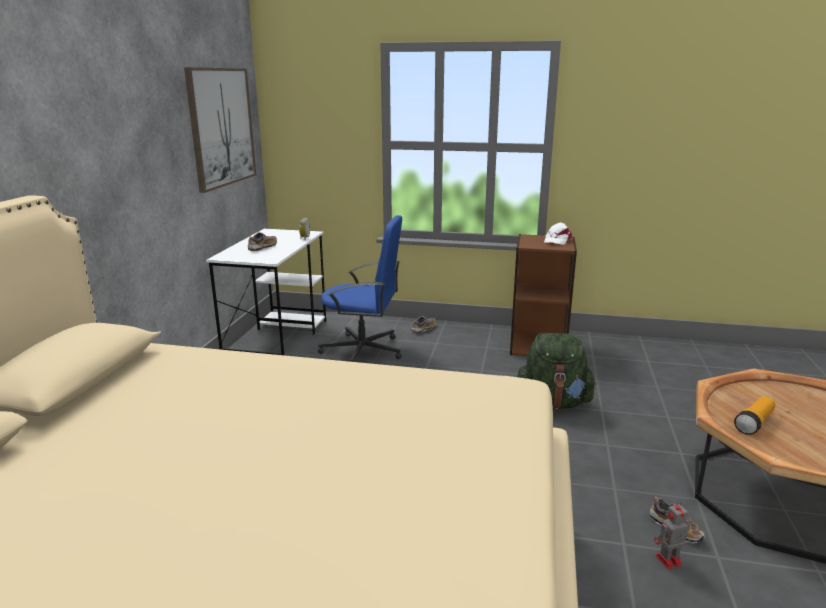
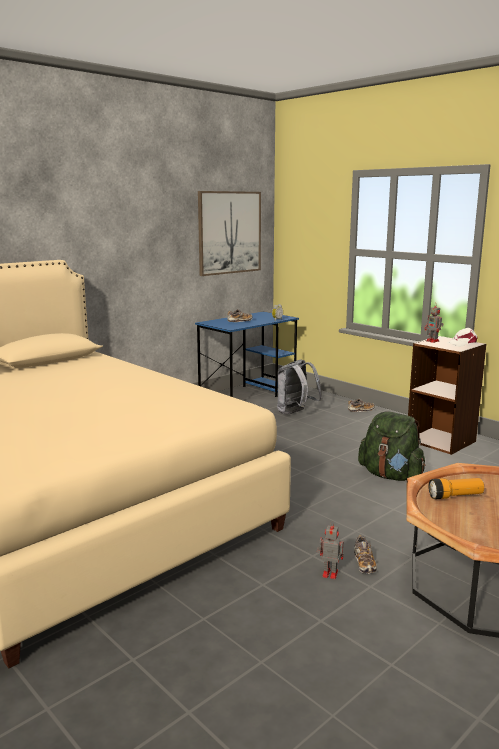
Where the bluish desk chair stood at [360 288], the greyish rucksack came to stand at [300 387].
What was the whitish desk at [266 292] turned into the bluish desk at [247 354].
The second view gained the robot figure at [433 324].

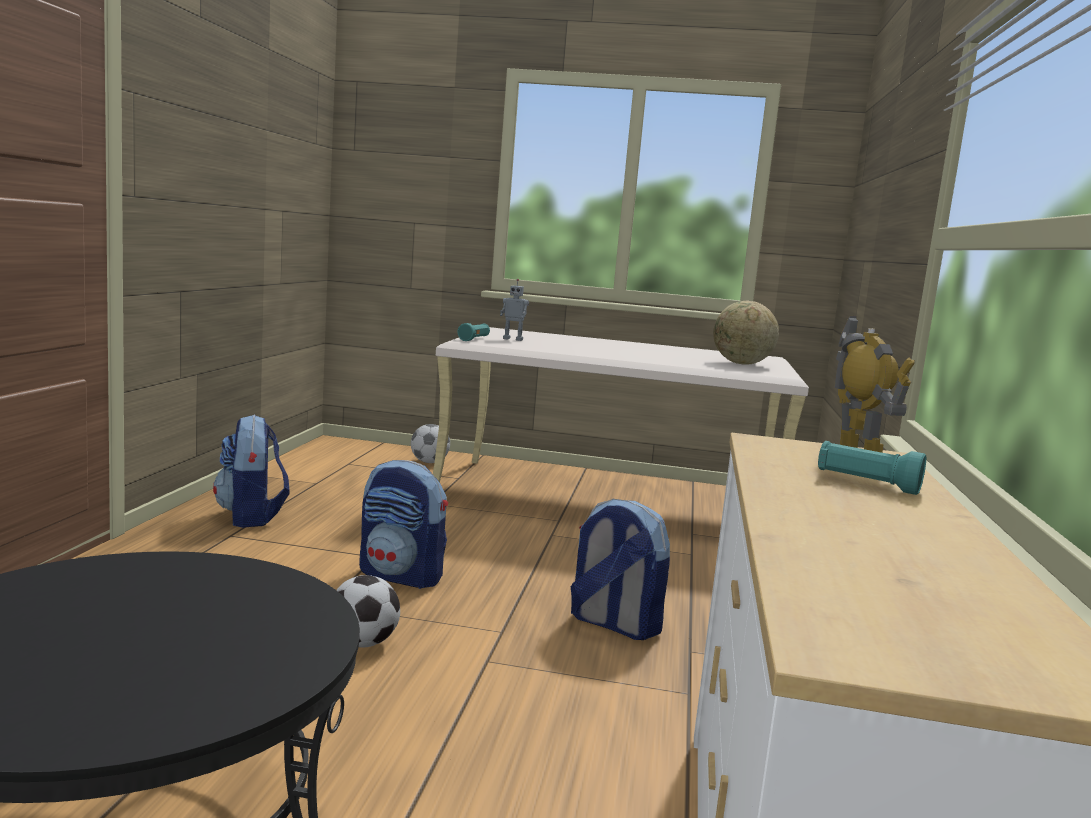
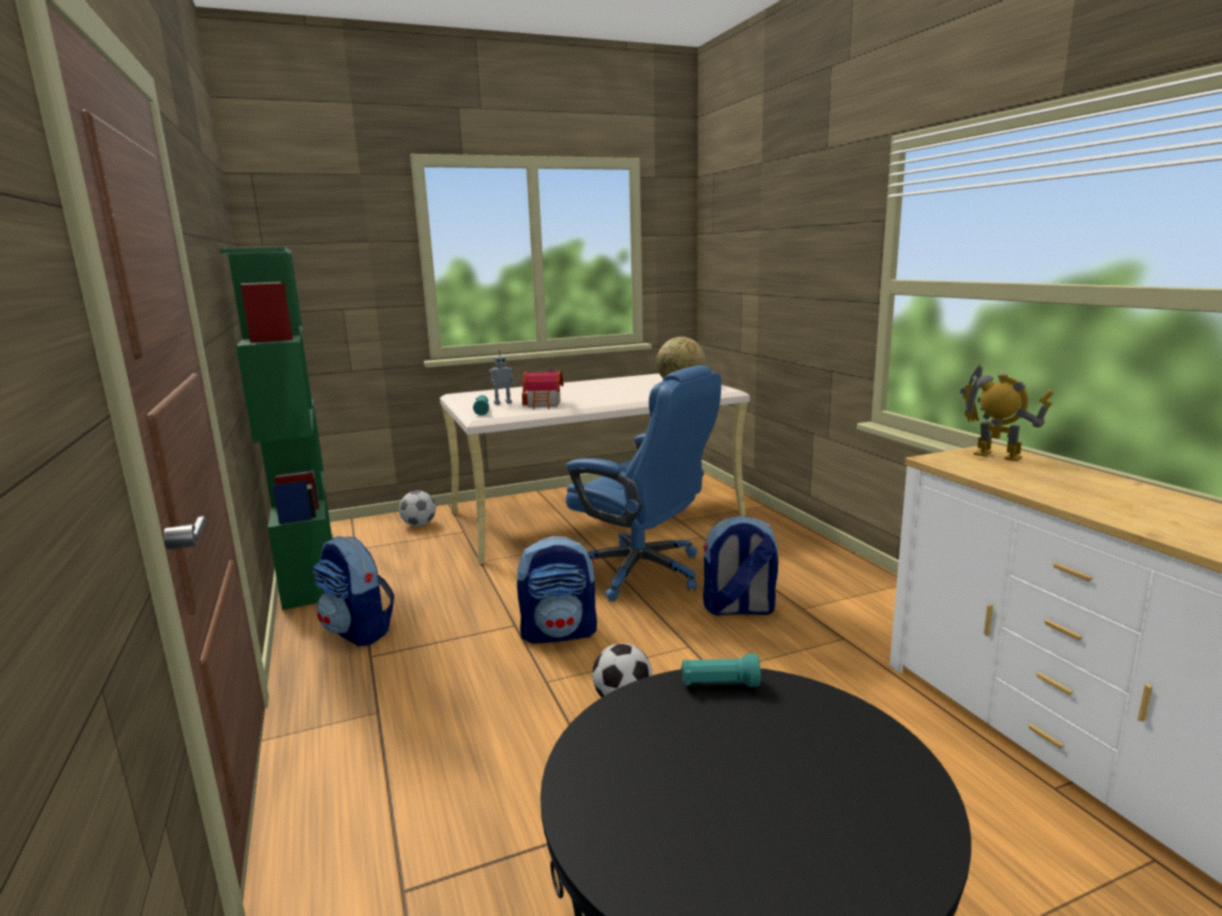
The blue-green torch ended up elsewhere, having gone from [872 468] to [721 670].
The second view gained the green-coloured bookshelf at [276 428].
The second view gained the bluish desk chair at [643 483].
The second view gained the model house at [543 388].

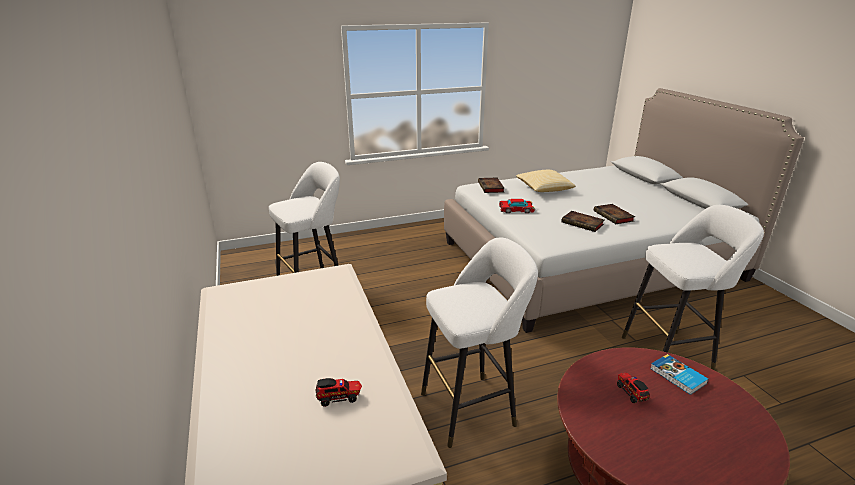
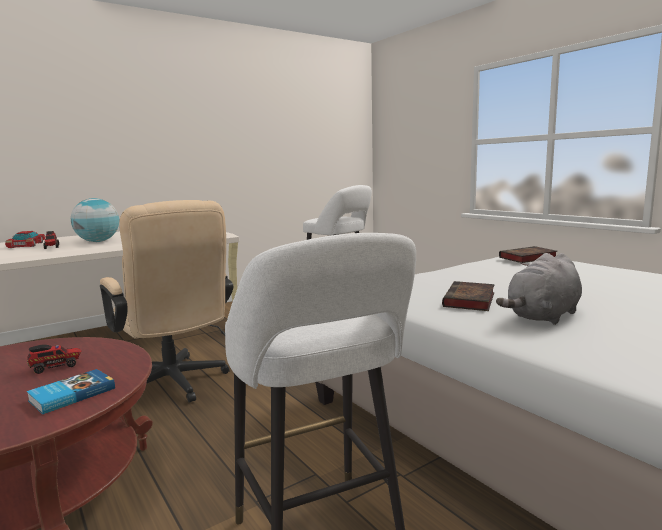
The second view lost the cushion at [545 181].
The model car ended up elsewhere, having gone from [517 206] to [25 239].
Where the bound book stood at [614 214], the greyish cuddly toy came to stand at [539 289].
Where the whitish stool stood at [479 342], the beige desk chair came to stand at [166 301].
The second view gained the globe at [95 220].

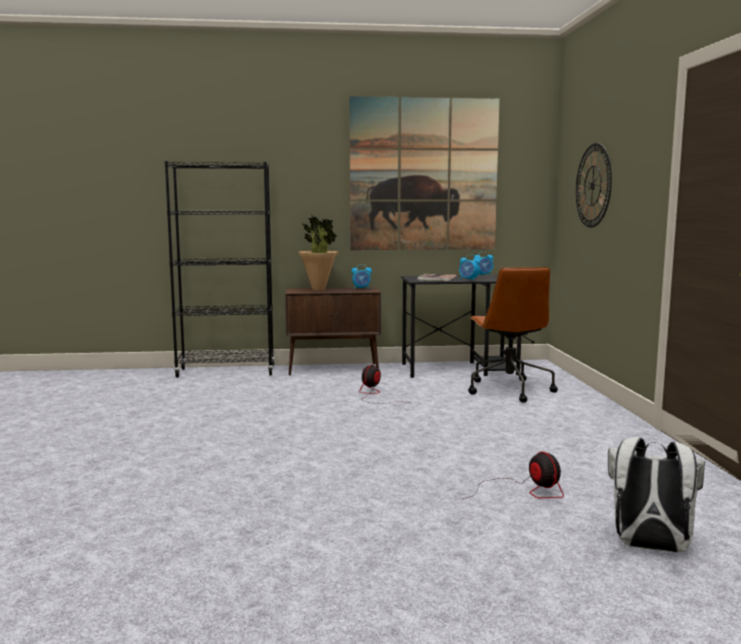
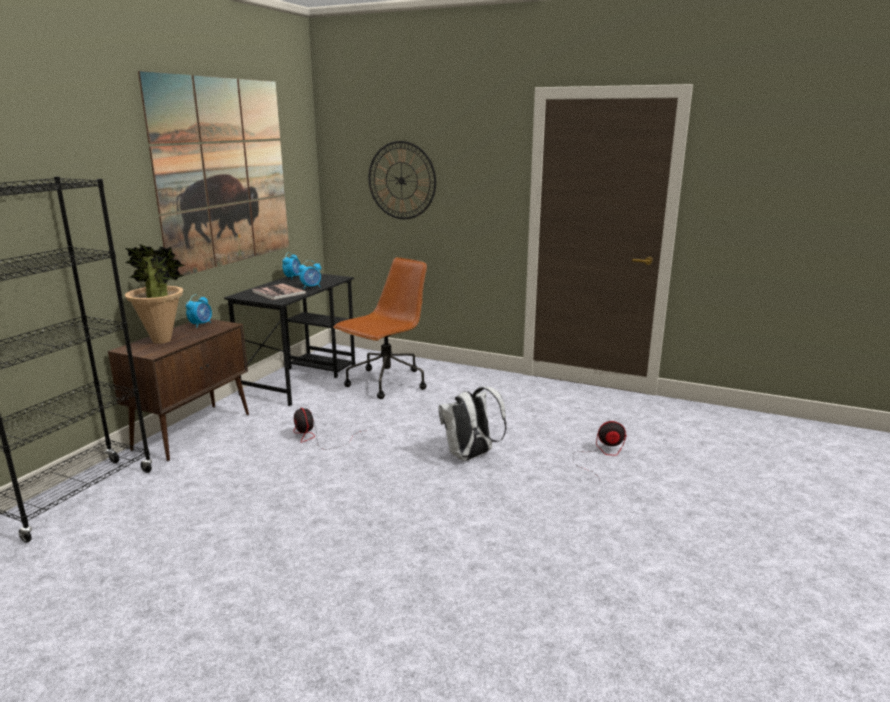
The brown-coloured desk chair at [513 334] ended up facing another way, 75 degrees counterclockwise from before.
The whitish rucksack ended up elsewhere, having gone from [656 495] to [472 424].

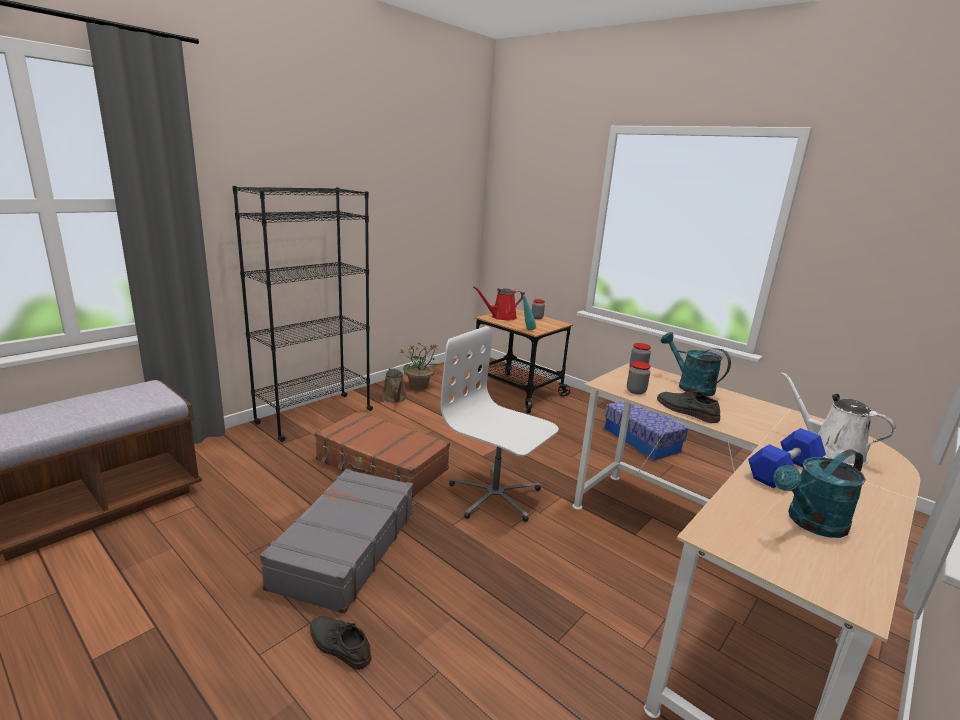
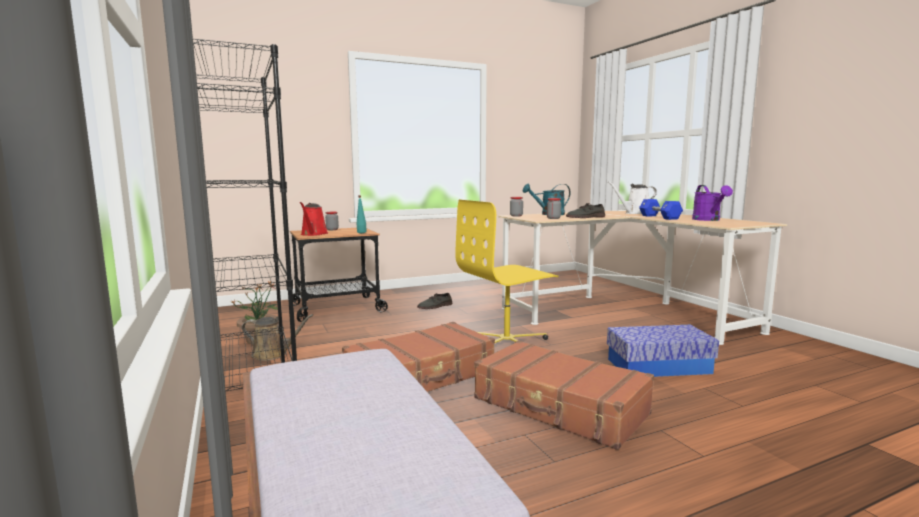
What was the whitish desk chair at [499 424] turned into the yellow-coloured desk chair at [507 271].
The storage box ended up elsewhere, having gone from [646 430] to [663 351].
What was the blue-green watering can at [819 493] turned into the purple watering can at [712 203].
What was the greyish suitcase at [336 541] turned into the brown-coloured suitcase at [564 395].
The greyish low shoe ended up elsewhere, having gone from [340 643] to [434 301].

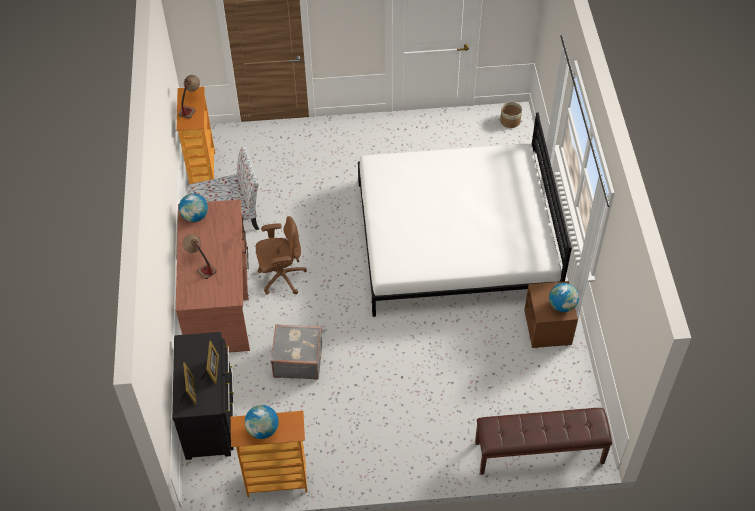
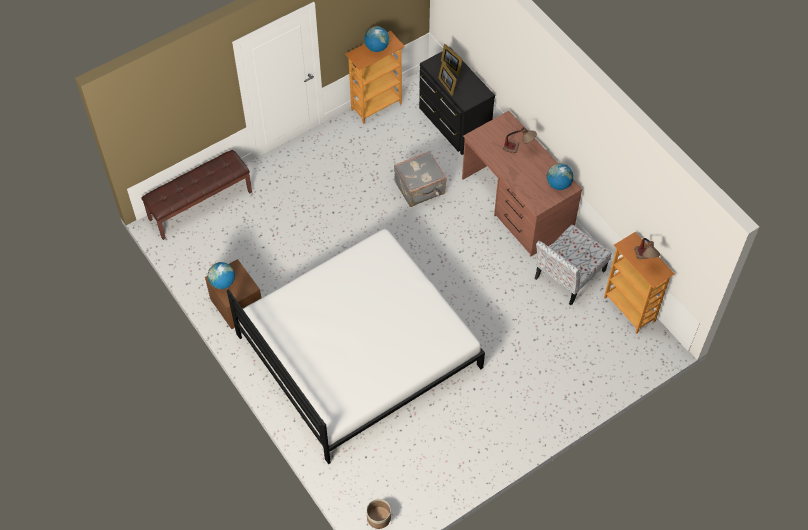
The second view lost the brown-coloured desk chair at [281 255].

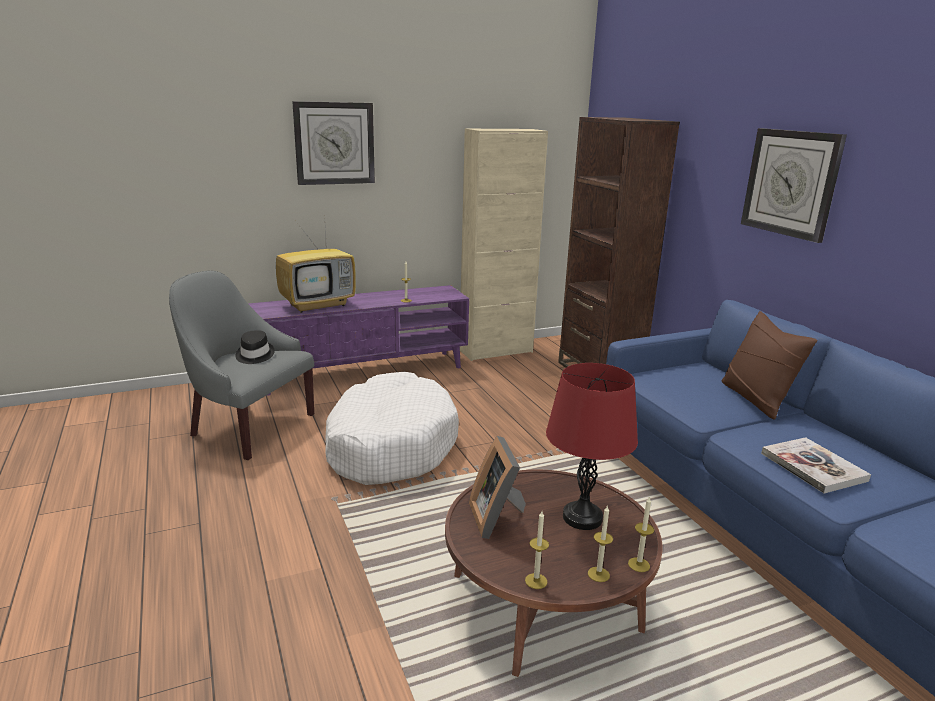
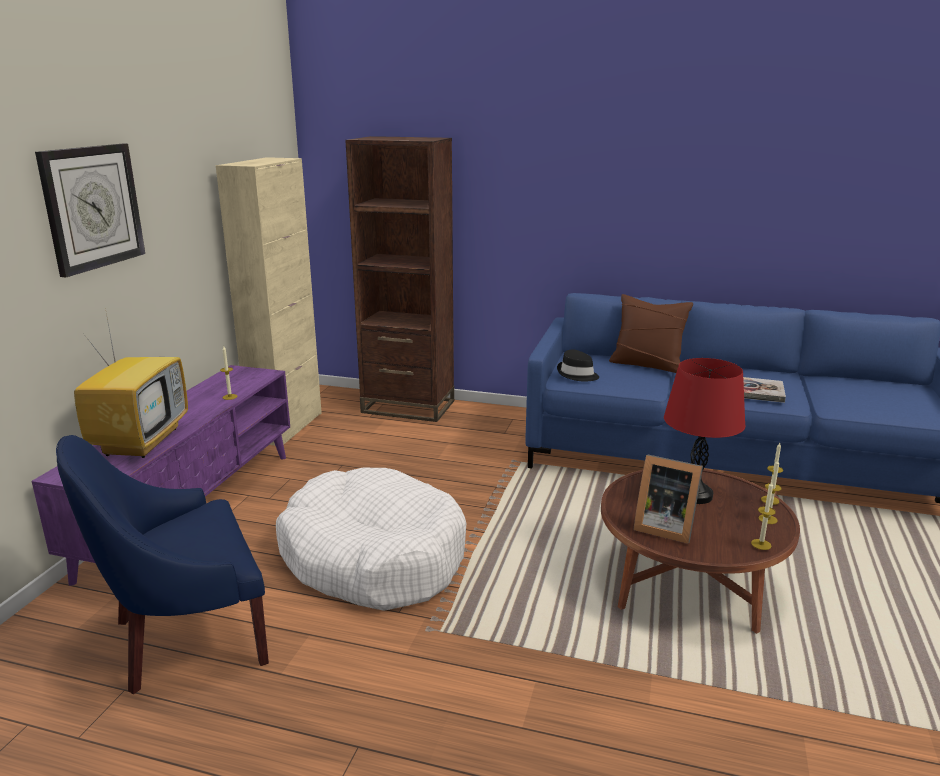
The second view lost the hanging clock at [794 185].
What was the greyish lounge chair at [241 365] turned into the bluish lounge chair at [162 564].
The blackish wearable hat ended up elsewhere, having gone from [255 347] to [578 365].

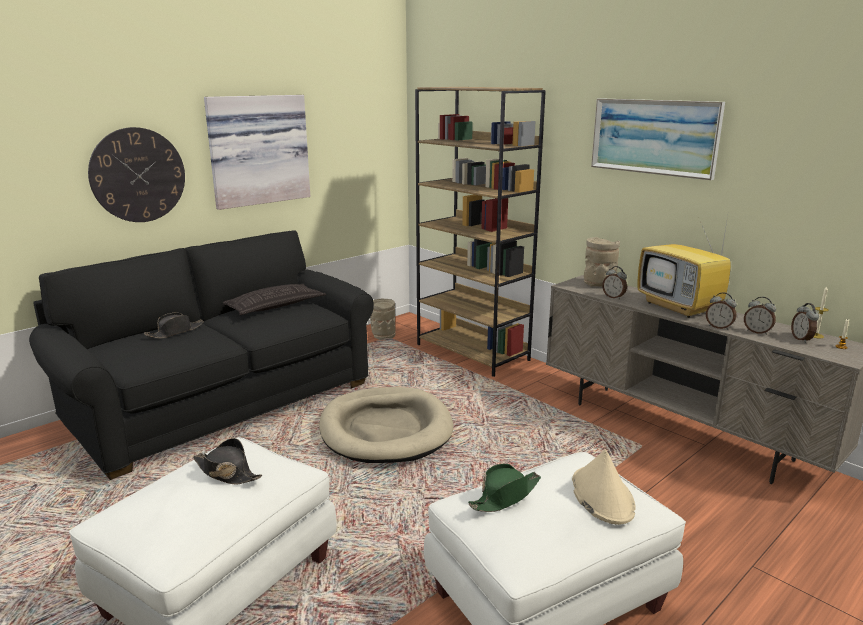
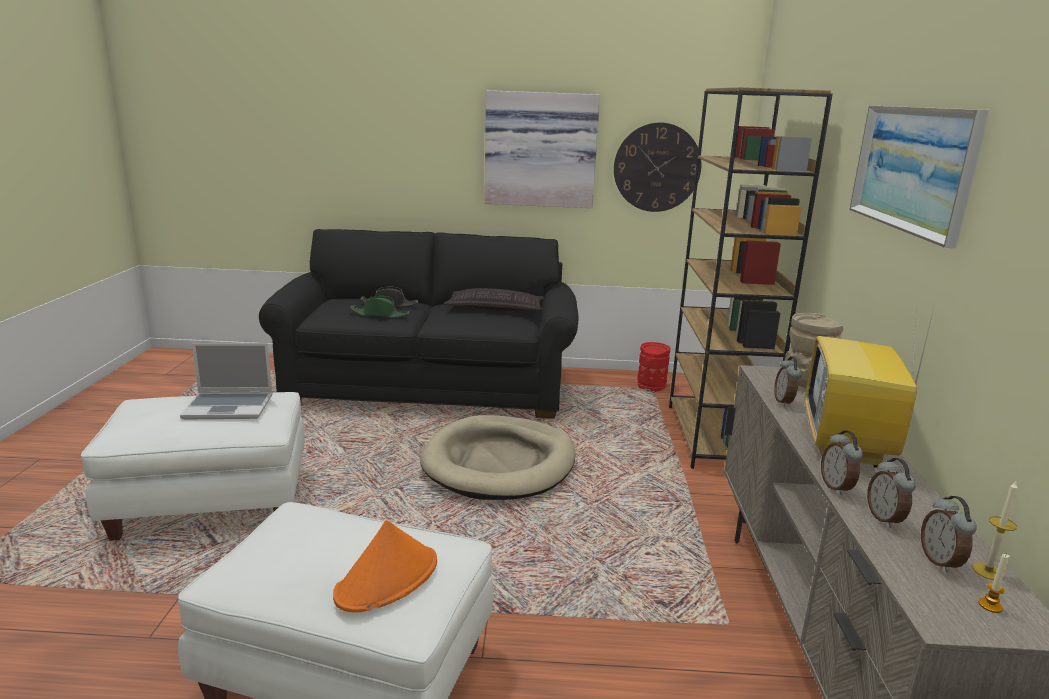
The hanging clock ended up elsewhere, having gone from [136 174] to [657 167].
What was the beige decorative vase at [383 319] turned into the reddish decorative vase at [653 367].
The table clock at [805 323] ended up facing another way, 45 degrees counterclockwise from before.
Where the blackish wearable hat stood at [227 461], the notebook computer came to stand at [226 381].
What was the beige wearable hat at [604 487] turned into the orangey wearable hat at [385 566].
The green-coloured wearable hat ended up elsewhere, having gone from [504 488] to [379 306].

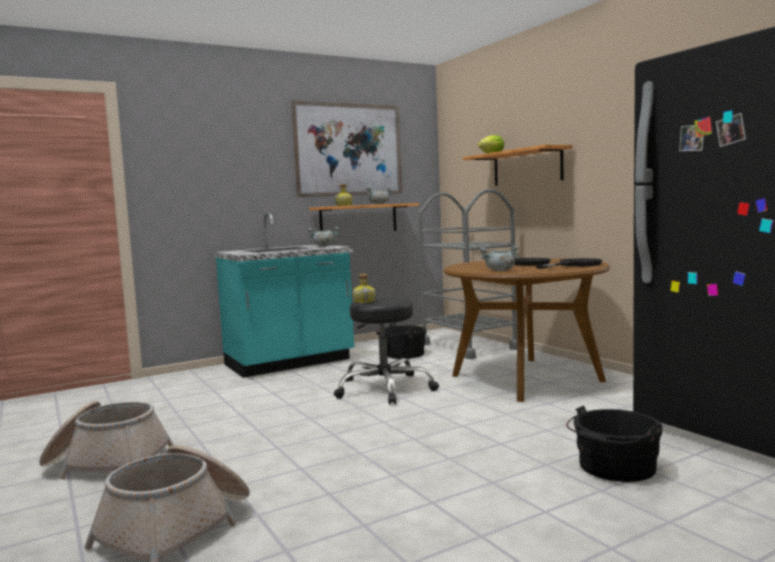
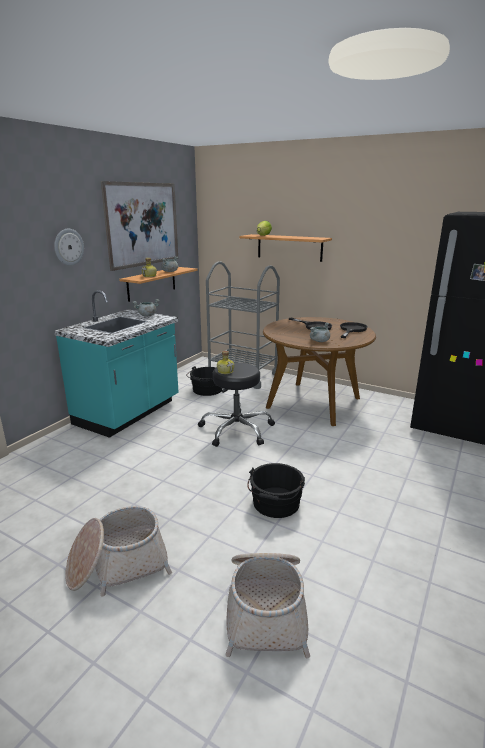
The blackish bucket ended up elsewhere, having gone from [614 444] to [276 490].
The second view gained the hanging clock at [69 247].

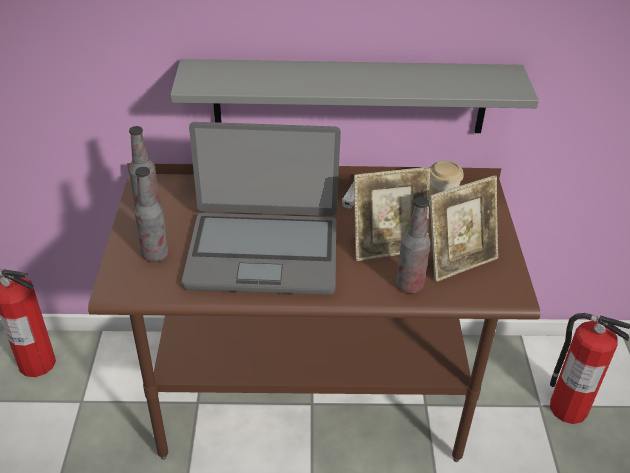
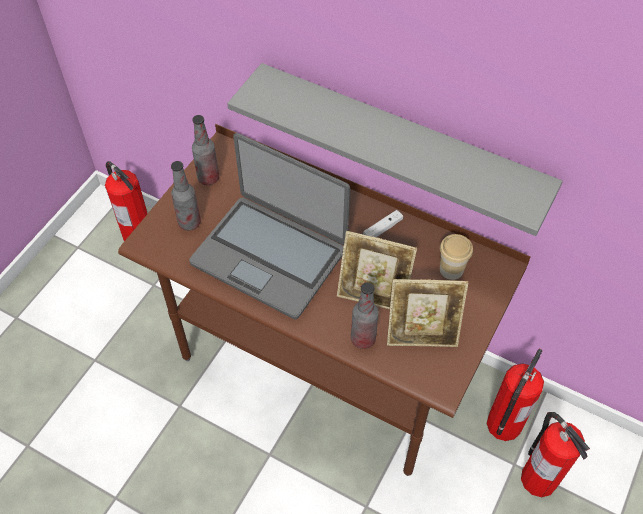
The second view gained the extinguisher at [515 395].

